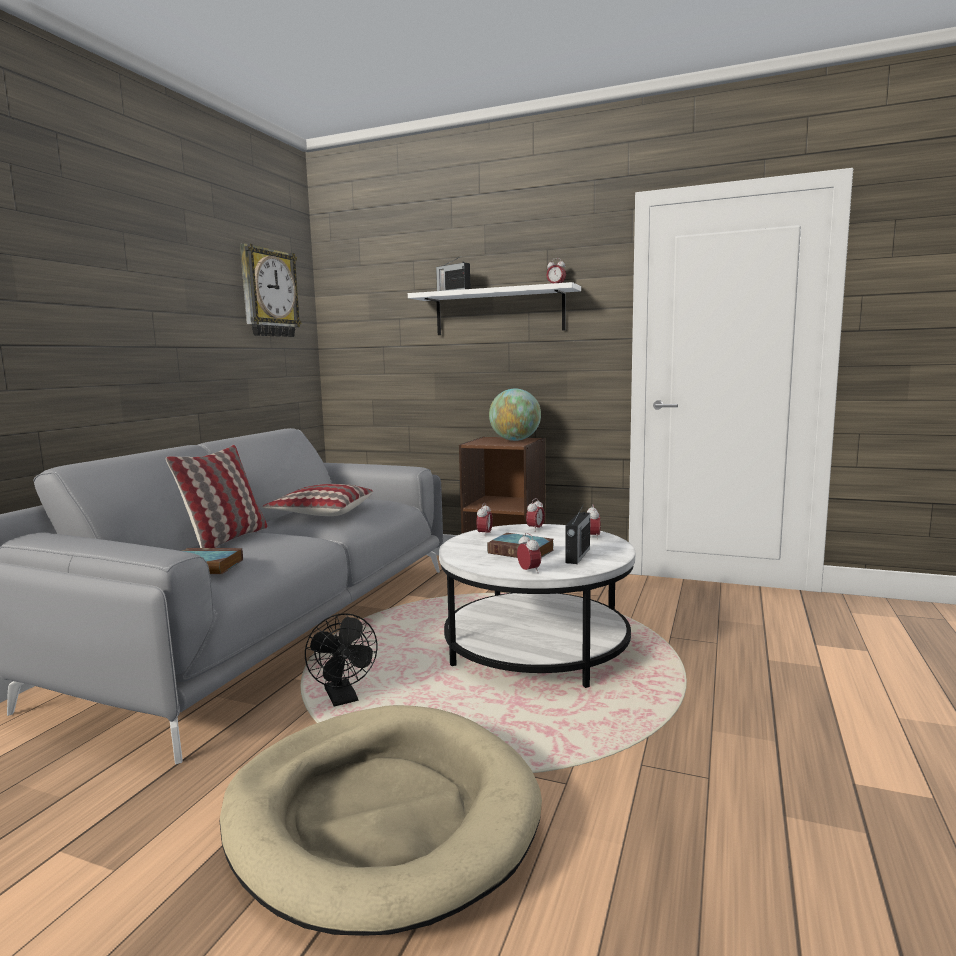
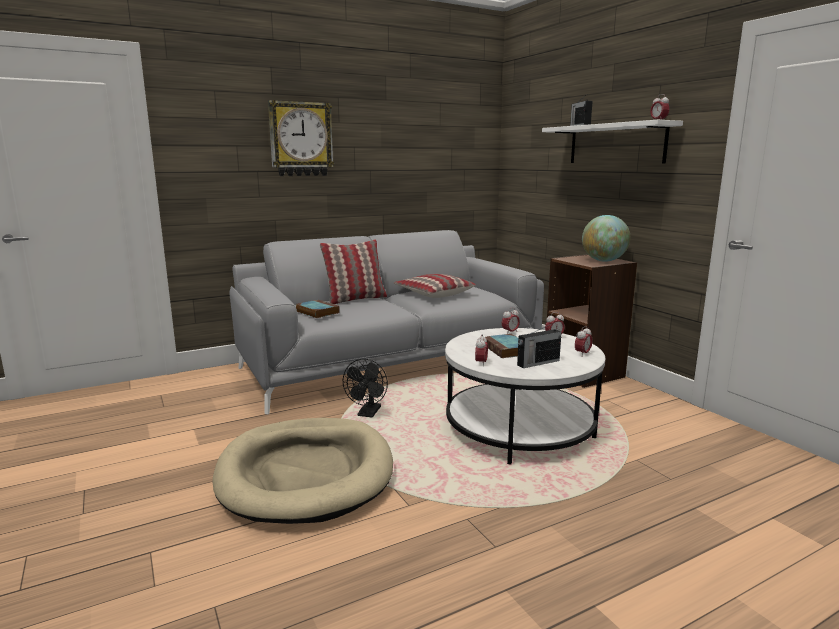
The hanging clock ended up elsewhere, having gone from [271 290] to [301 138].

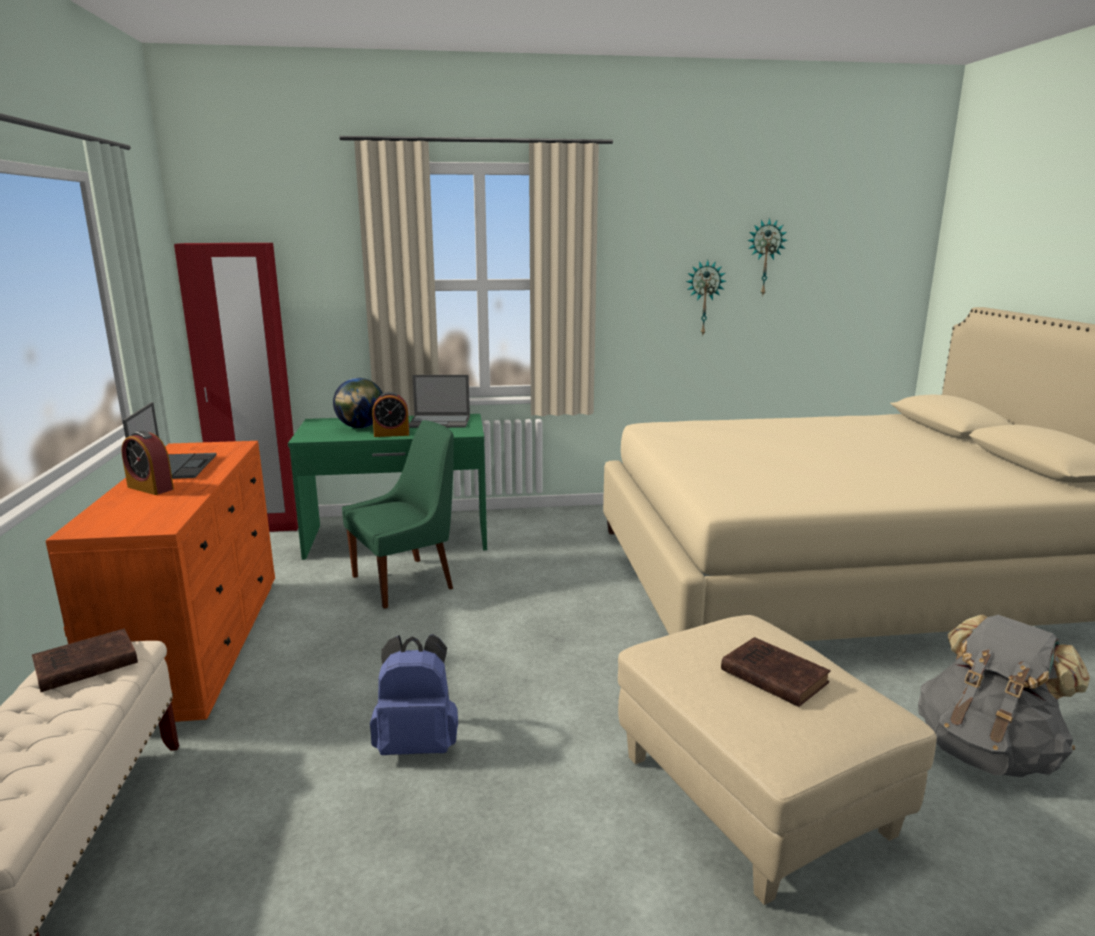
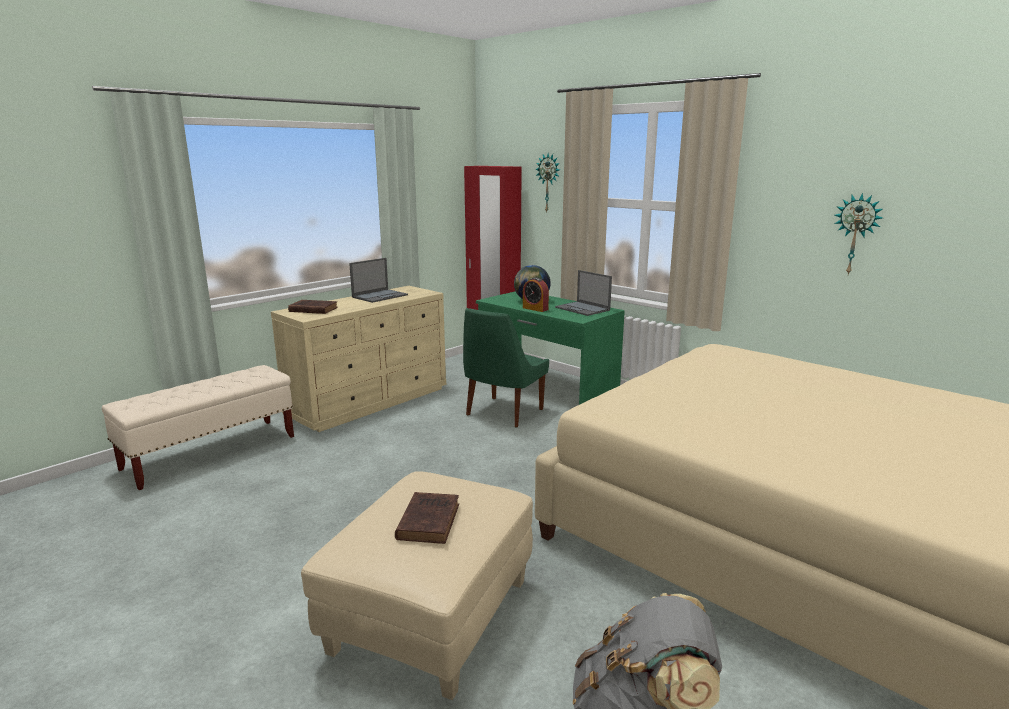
The hanging clock ended up elsewhere, having gone from [767 257] to [547 182].
The green-coloured plain chair at [398 514] ended up facing another way, 105 degrees clockwise from before.
The second view lost the table clock at [147 463].
What was the orangey dresser at [160 581] turned into the beige dresser at [358 359].
The brown-coloured bound book ended up elsewhere, having gone from [85 660] to [313 307].
The second view lost the bluish rucksack at [414 694].

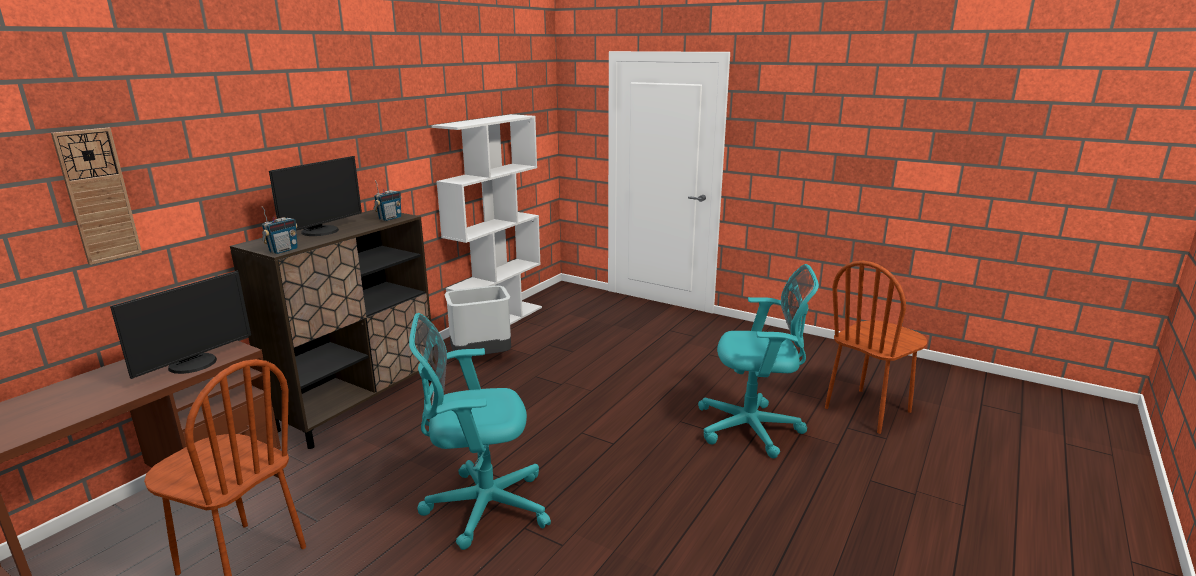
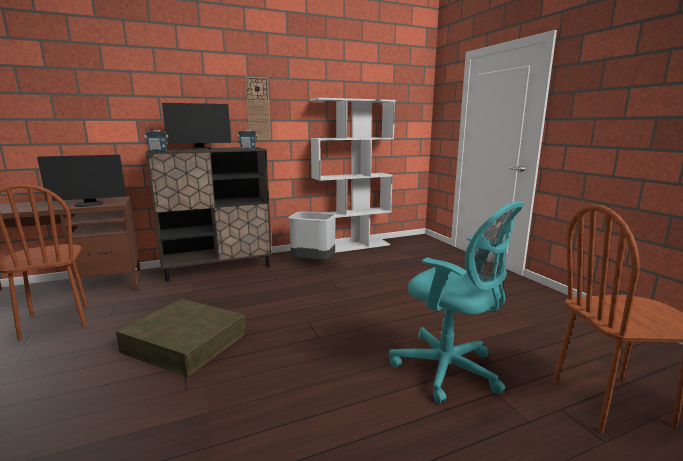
The hanging clock ended up elsewhere, having gone from [96 196] to [258 108].
Where the blue-green desk chair stood at [480 431], the brown-coloured storage box came to stand at [181 338].

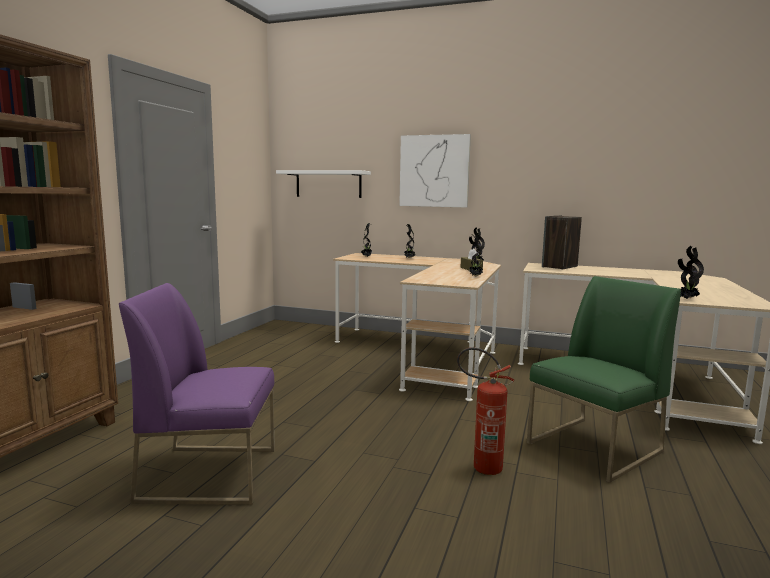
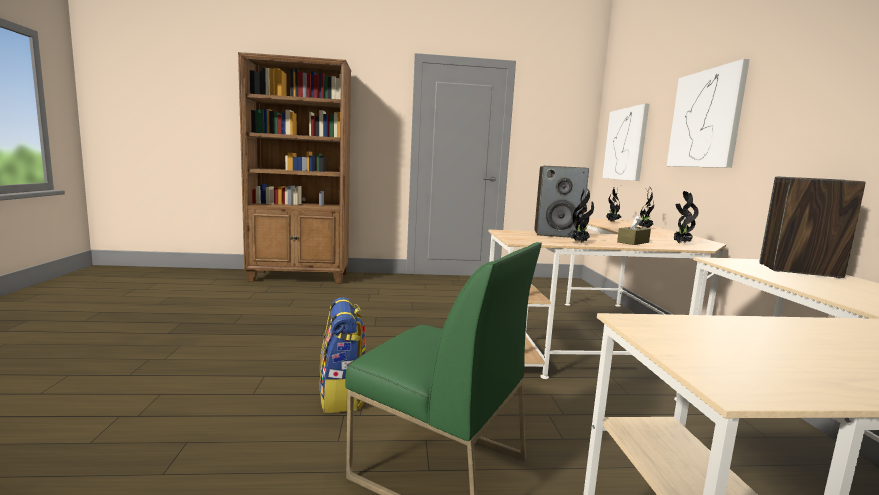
Where the whitish wall shelf hung at [323 184], the picture came to hang at [625 142].
The second view lost the houseplant at [691 272].
The second view lost the purple plain chair at [197 394].
Where the extinguisher stood at [485 411], the rucksack came to stand at [342 355].
The second view gained the audio speaker at [561 202].

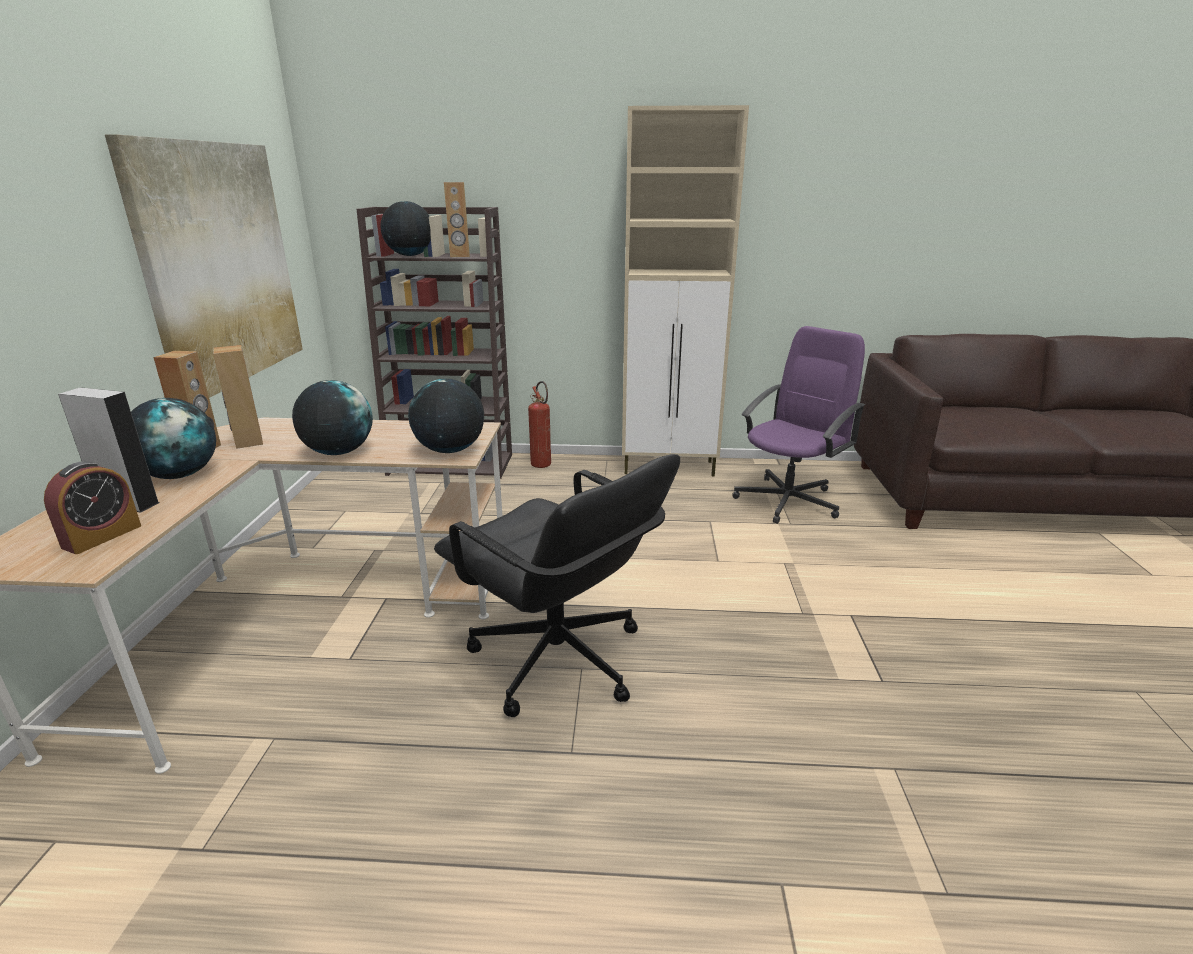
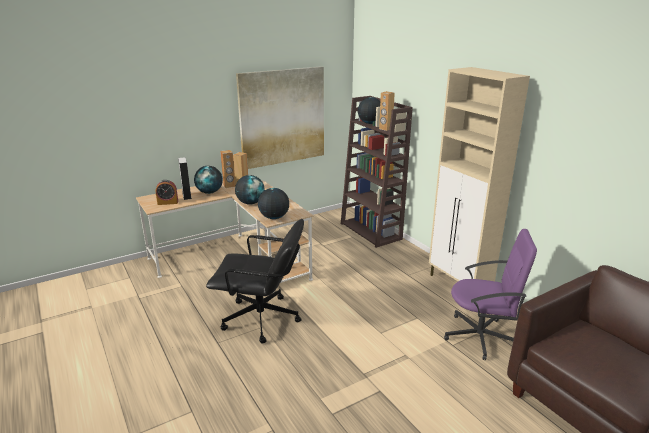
The second view lost the extinguisher at [539 424].
The blackish desk chair at [557 585] ended up facing another way, 90 degrees counterclockwise from before.

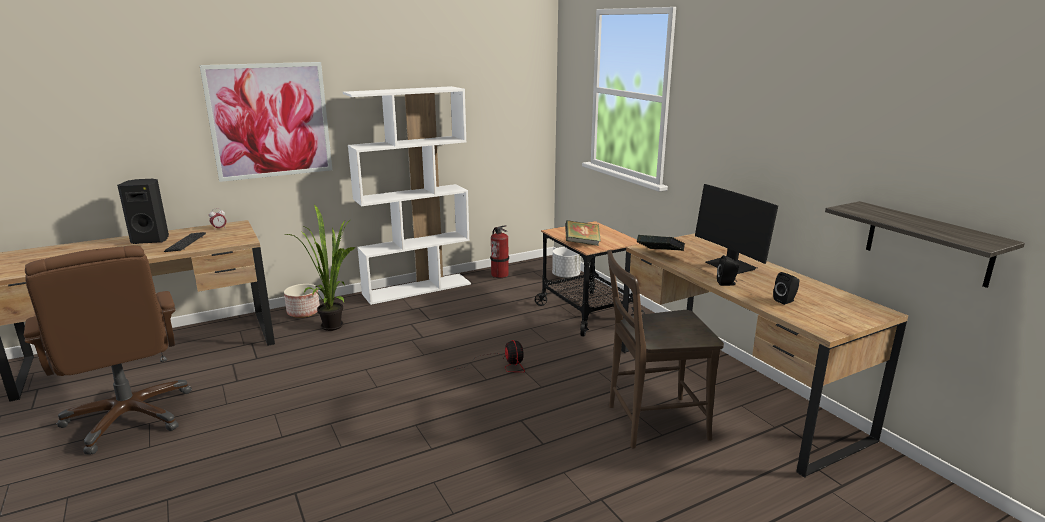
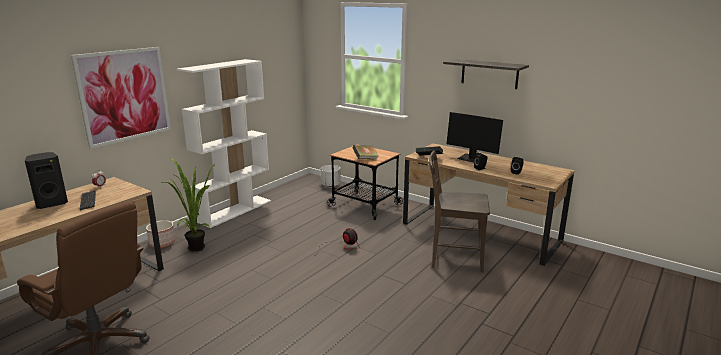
The wall shelf ended up elsewhere, having gone from [925 244] to [486 74].
The second view lost the extinguisher at [499 251].
The brown-coloured plain chair at [665 349] ended up facing another way, 45 degrees clockwise from before.

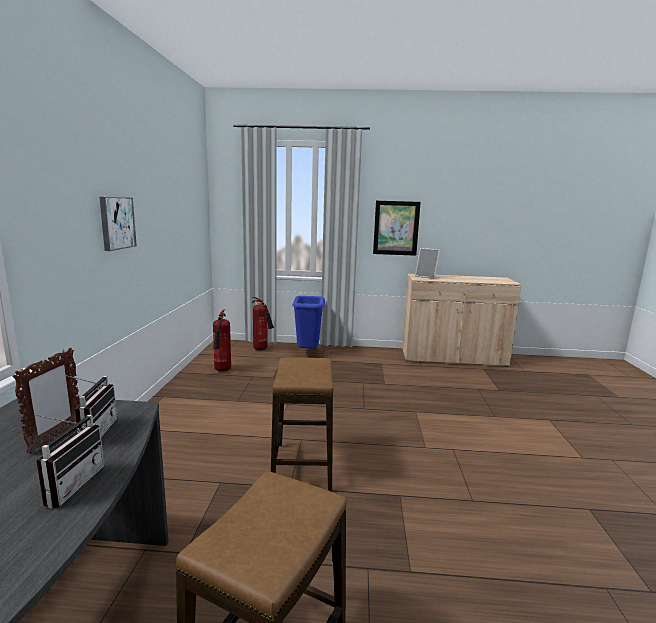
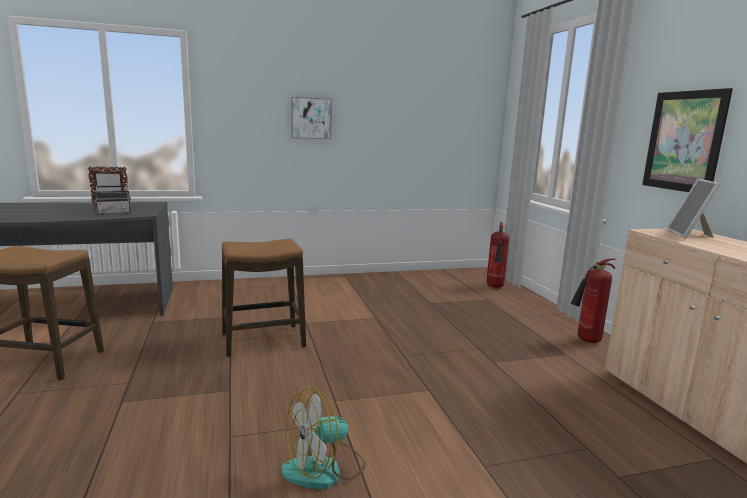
The second view lost the bluish waste bin at [308 322].
The extinguisher ended up elsewhere, having gone from [222 340] to [593 301].
The second view lost the radio set at [70 461].
The second view gained the fan at [323 438].

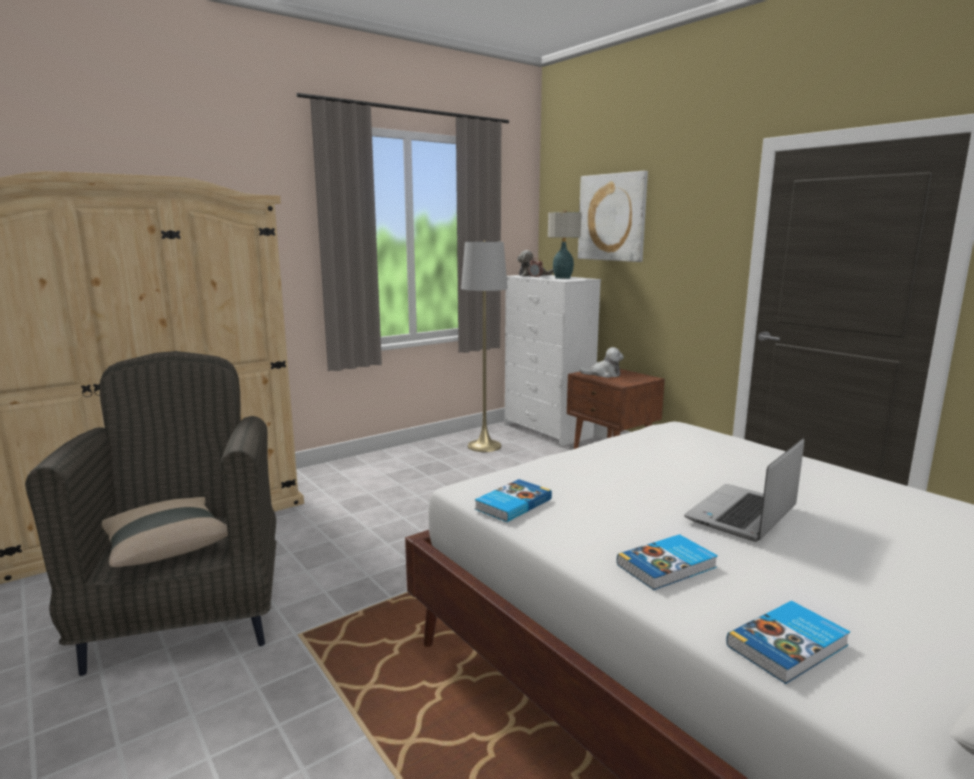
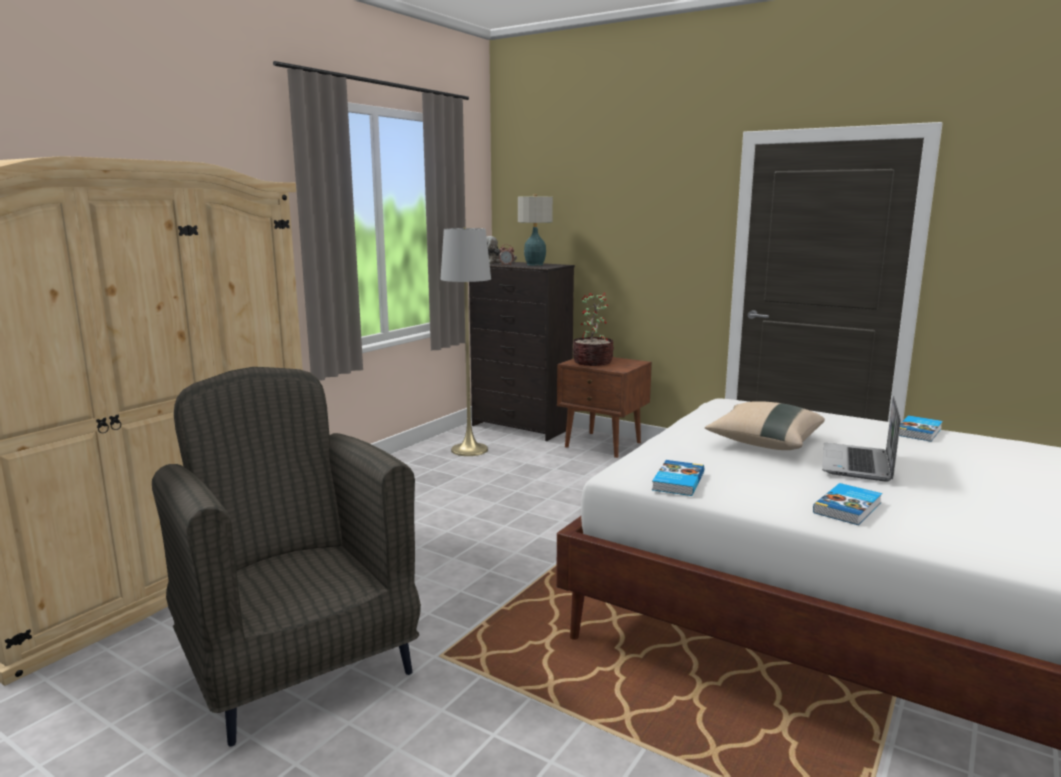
The second view lost the picture at [613 216].
What was the whitish dresser at [553 361] turned into the blackish dresser at [522 351].
Where the cuddly toy stood at [602 362], the houseplant came to stand at [593 329].
The beige cushion ended up elsewhere, having gone from [165 532] to [765 425].
The bound book ended up elsewhere, having gone from [788 642] to [921 428].

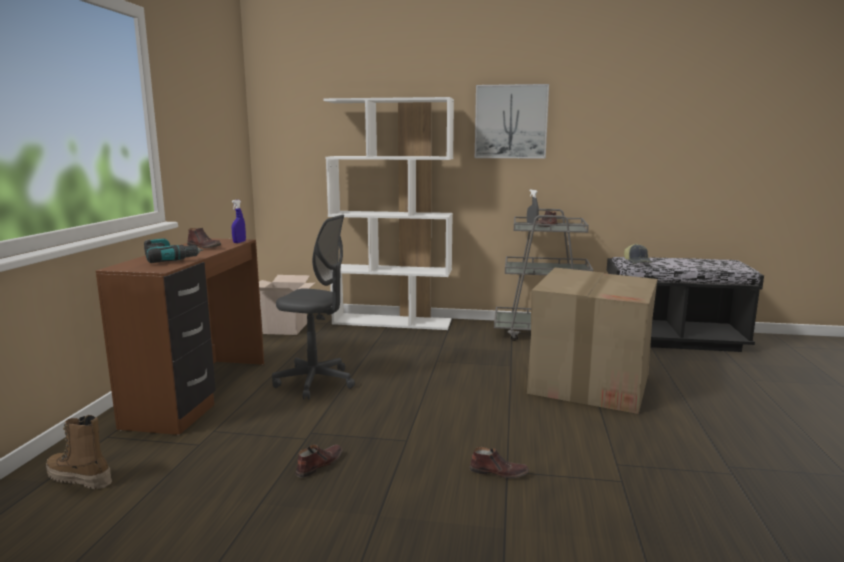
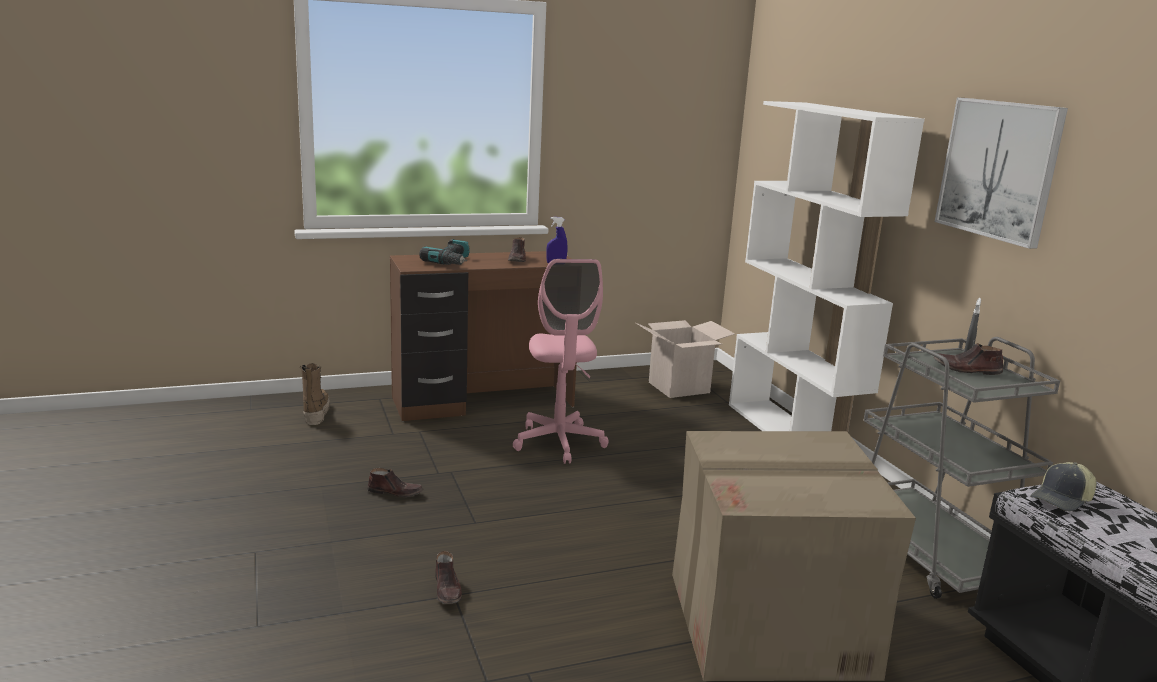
What was the greyish desk chair at [313 307] turned into the pinkish desk chair at [561 361].

